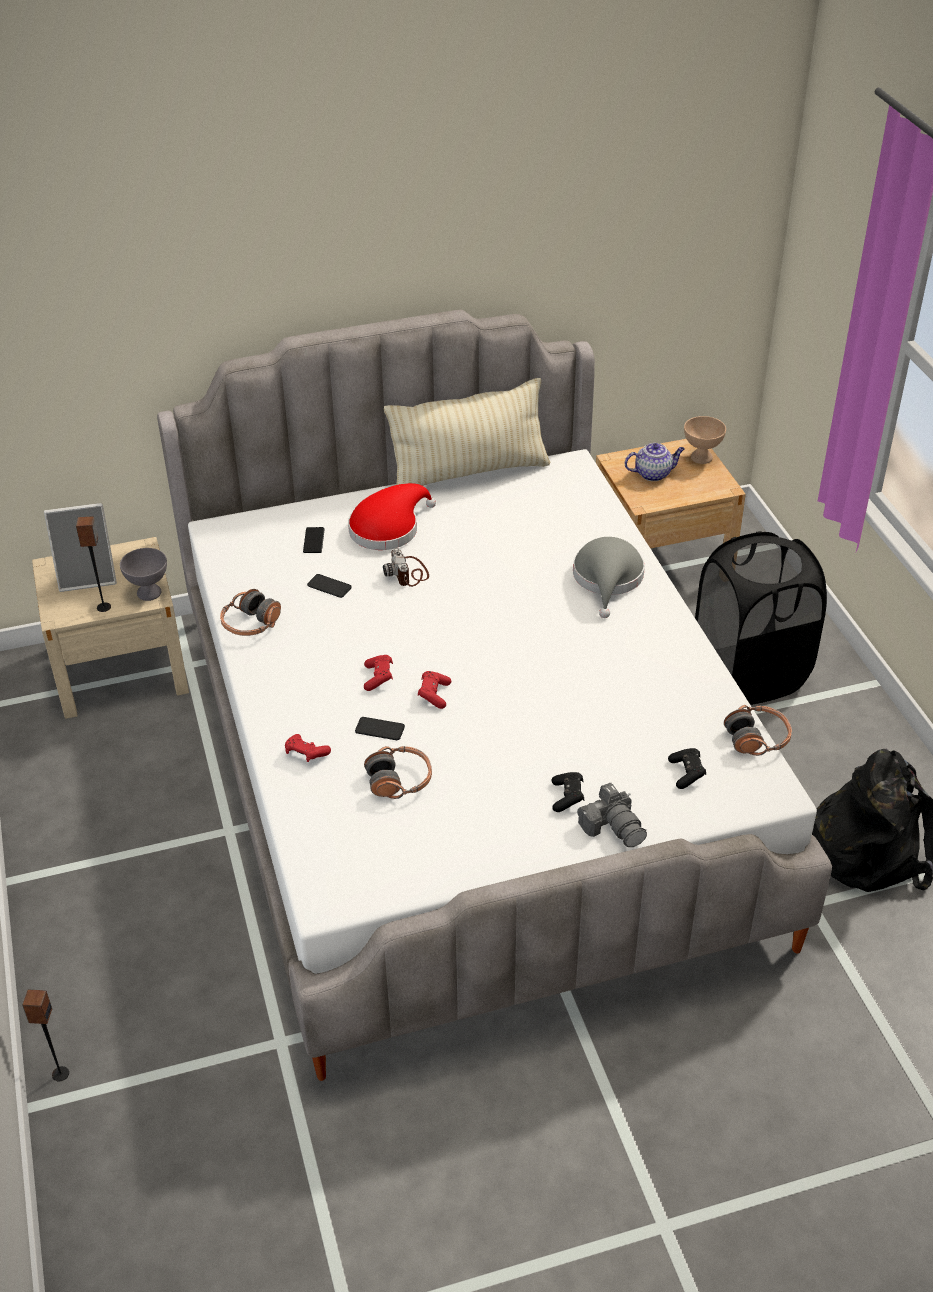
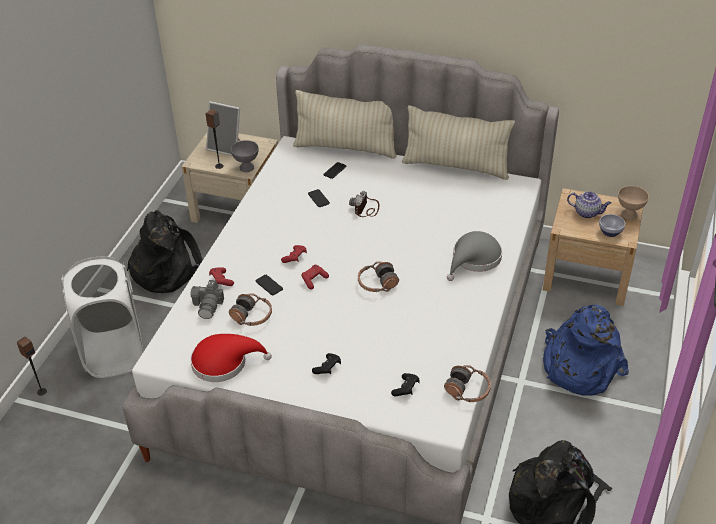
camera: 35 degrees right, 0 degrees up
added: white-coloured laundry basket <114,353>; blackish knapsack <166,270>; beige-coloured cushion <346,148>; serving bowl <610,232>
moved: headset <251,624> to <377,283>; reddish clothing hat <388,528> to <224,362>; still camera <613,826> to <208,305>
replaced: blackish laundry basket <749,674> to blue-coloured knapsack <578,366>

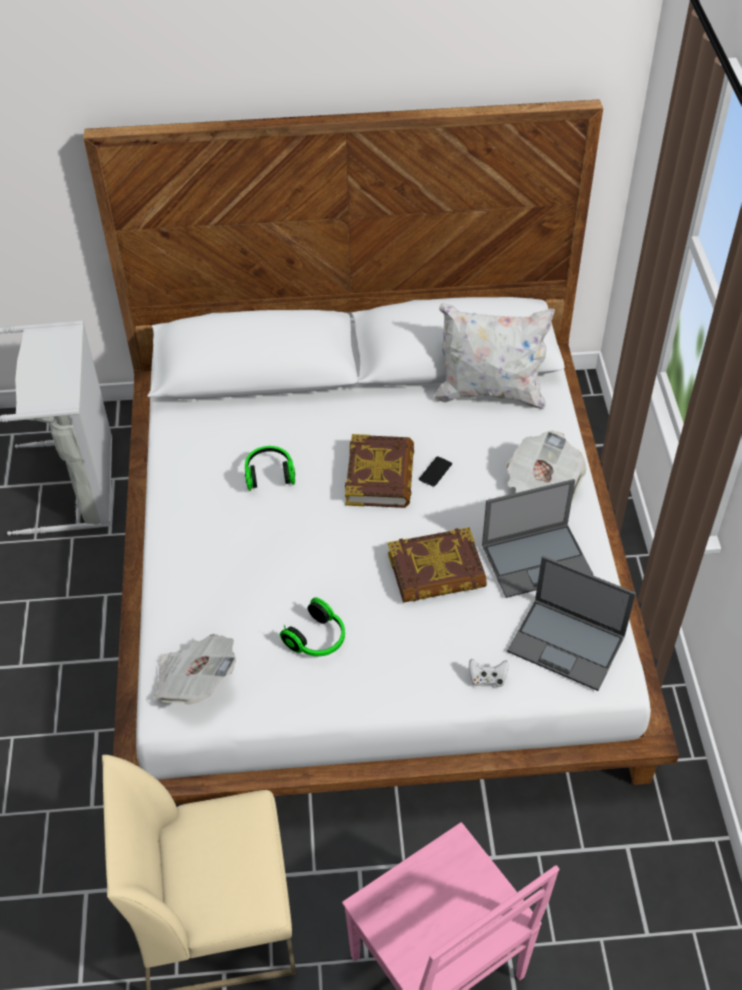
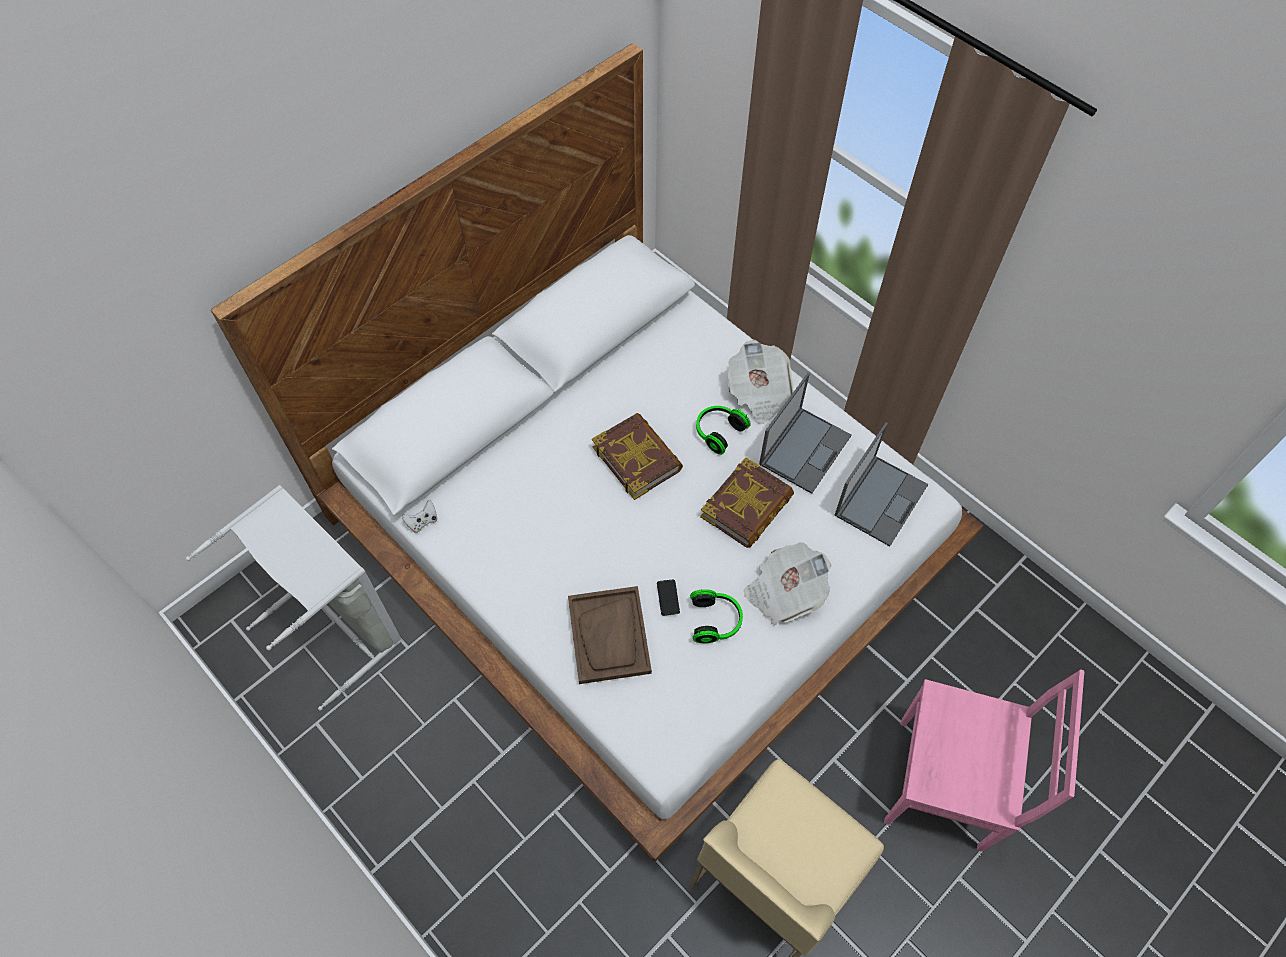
camera: 40 degrees left, 10 degrees up
removed: white-coloured cushion <489,392>
added: brown-coloured carrying tray <609,636>
moved: newspaper <196,681> to <784,592>; headset <269,474> to <718,432>; phone <435,472> to <668,597>; white-coloured joypad <487,679> to <422,521>
turned: notebook computer <567,644> = <881,499> 45 degrees counterclockwise

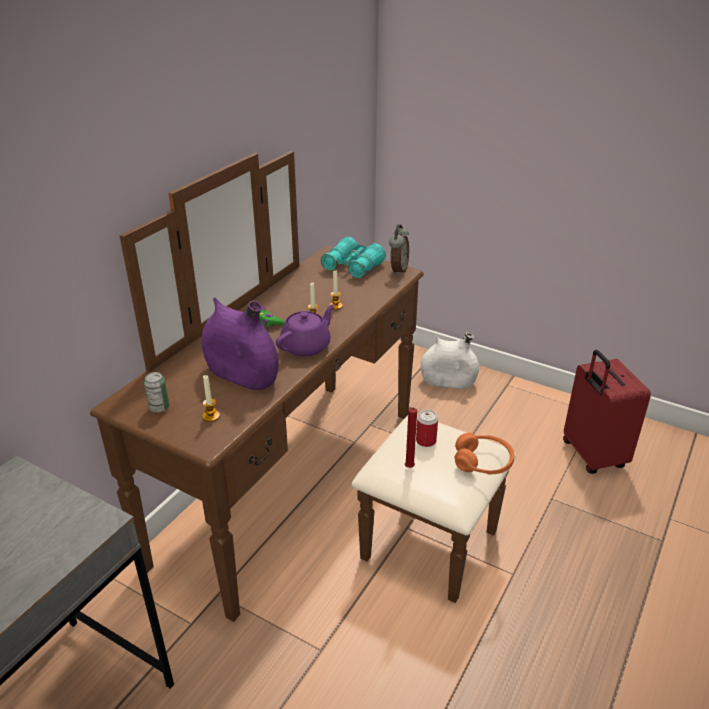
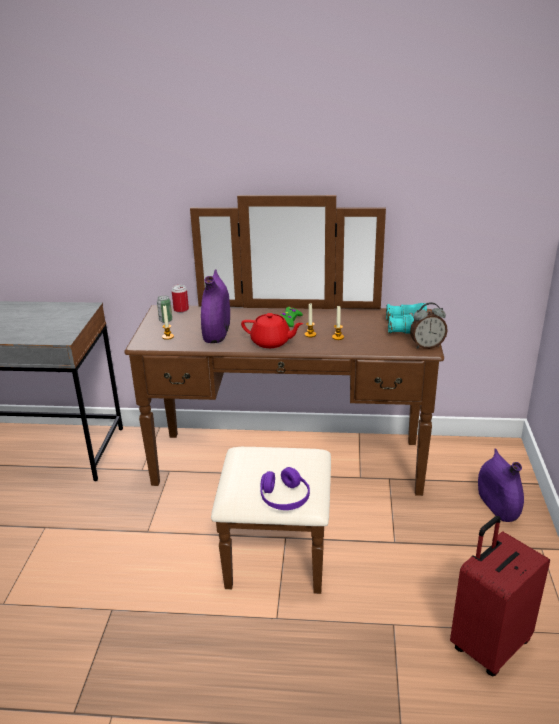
camera: 65 degrees right, 5 degrees down
removed: reddish wax light <408,468>
moved: can <426,441> to <181,310>
recoloured: purplish teapot <306,346> to reddish teapot <271,342>; white-coloured flower vase <448,382> to purplish flower vase <497,506>; orange headset <483,462> to purplish headset <284,498>

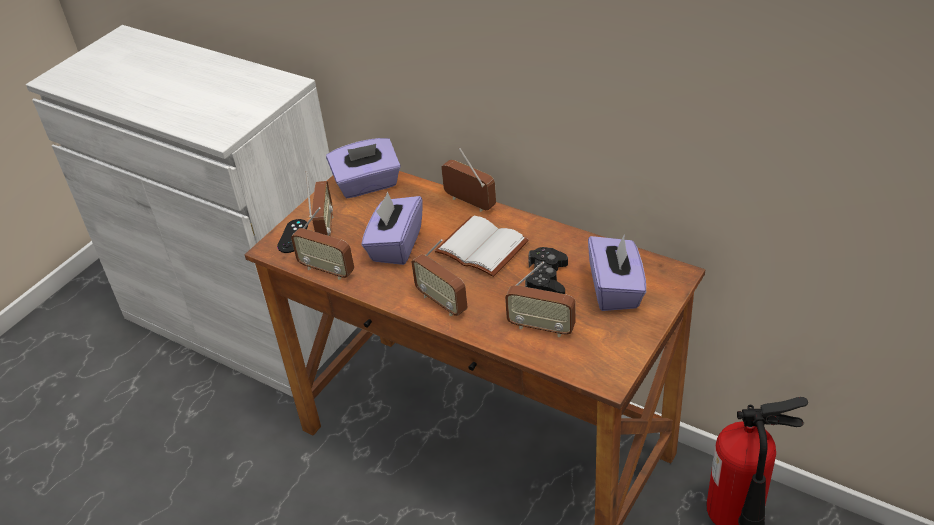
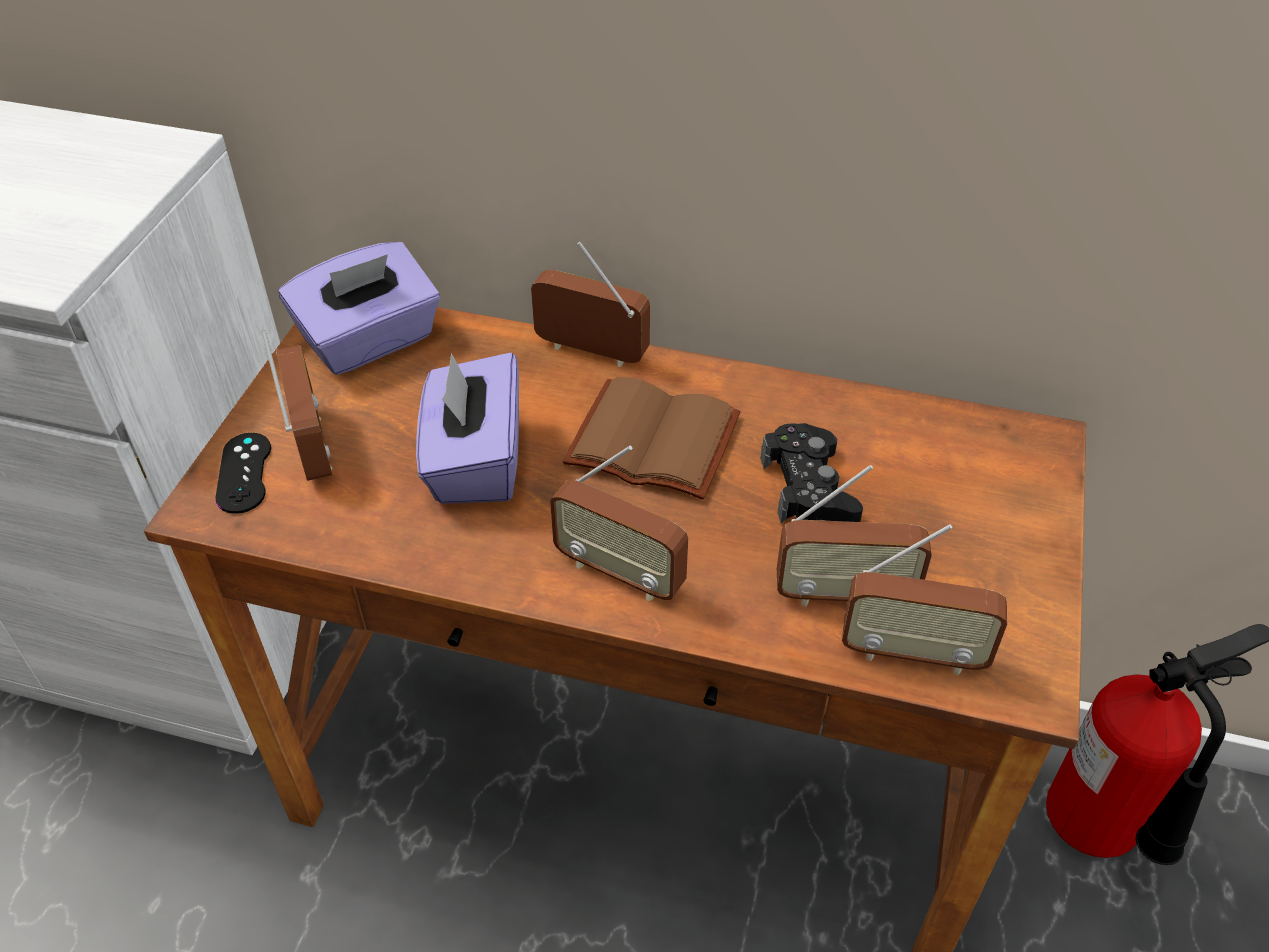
camera: 20 degrees left, 5 degrees up
removed: purplish box of tissues <615,289>
moved: radio receiver <327,270> to <912,653>
recoloured: white-coloured volume <479,249> to brown-coloured volume <649,444>

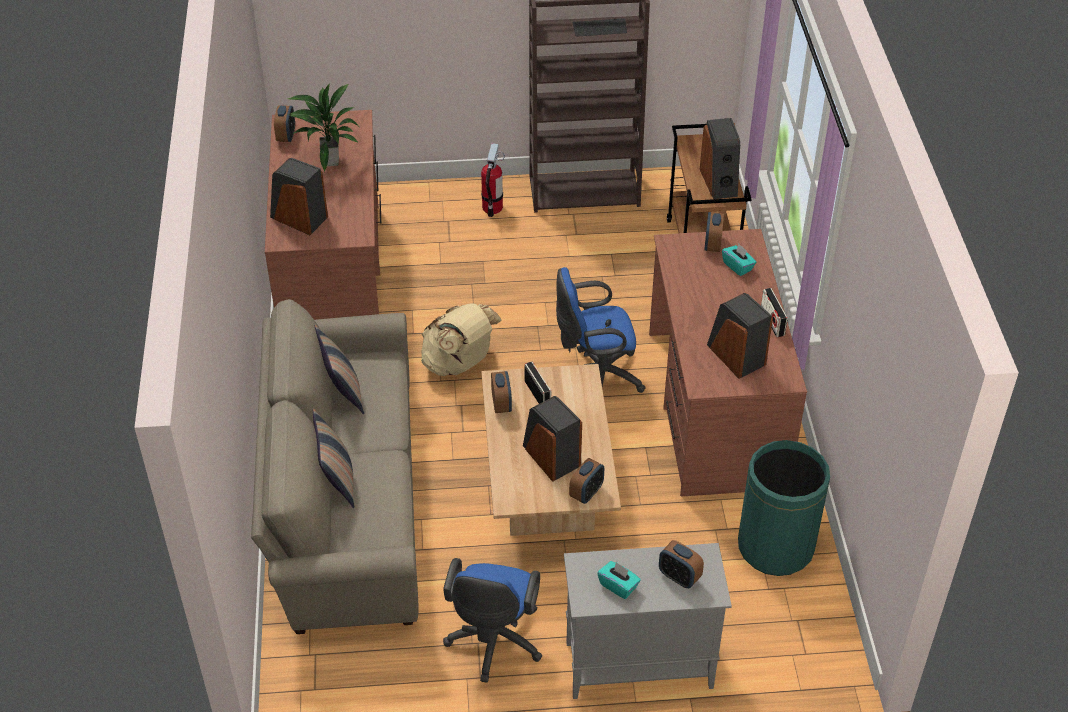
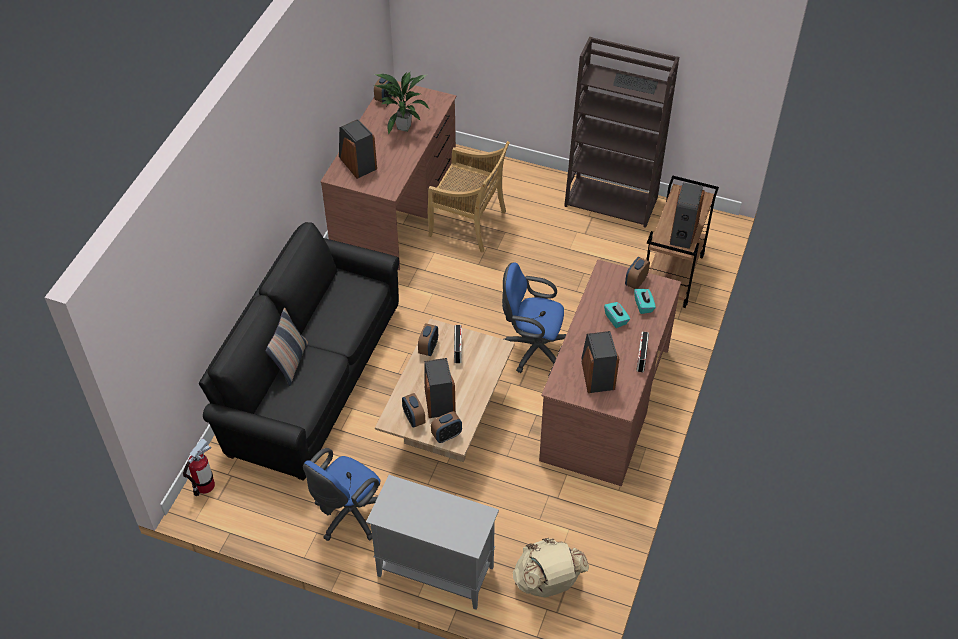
camera: 25 degrees right, 5 degrees up
removed: cushion <343,392>; green-coloured waste bin <775,547>
added: beige-coloured plain chair <469,224>
moved: beige-coloured knapsack <459,363> to <547,582>; extinguisher <492,207> to <205,485>; turquoise-coloured box of tissues <618,586> to <616,319>; bedside clock <679,577> to <414,418>
recoloured: beige-coloured settee <345,503> to blackish settee <309,378>

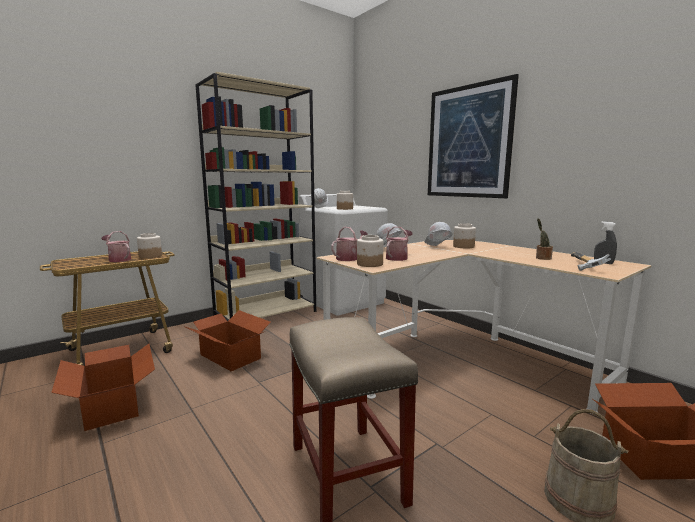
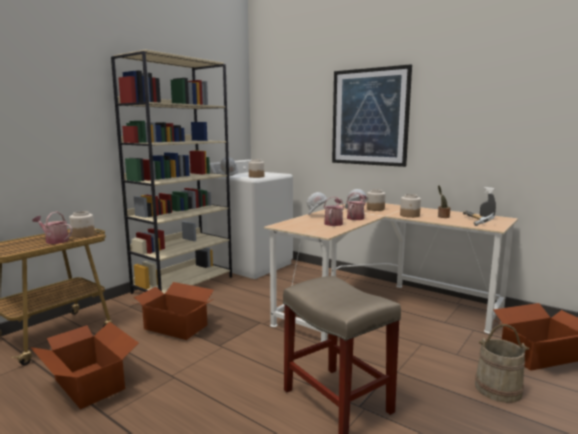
camera: 15 degrees left, 0 degrees up
moved: watering can <349,258> to <356,217>; jar <370,264> to <410,215>

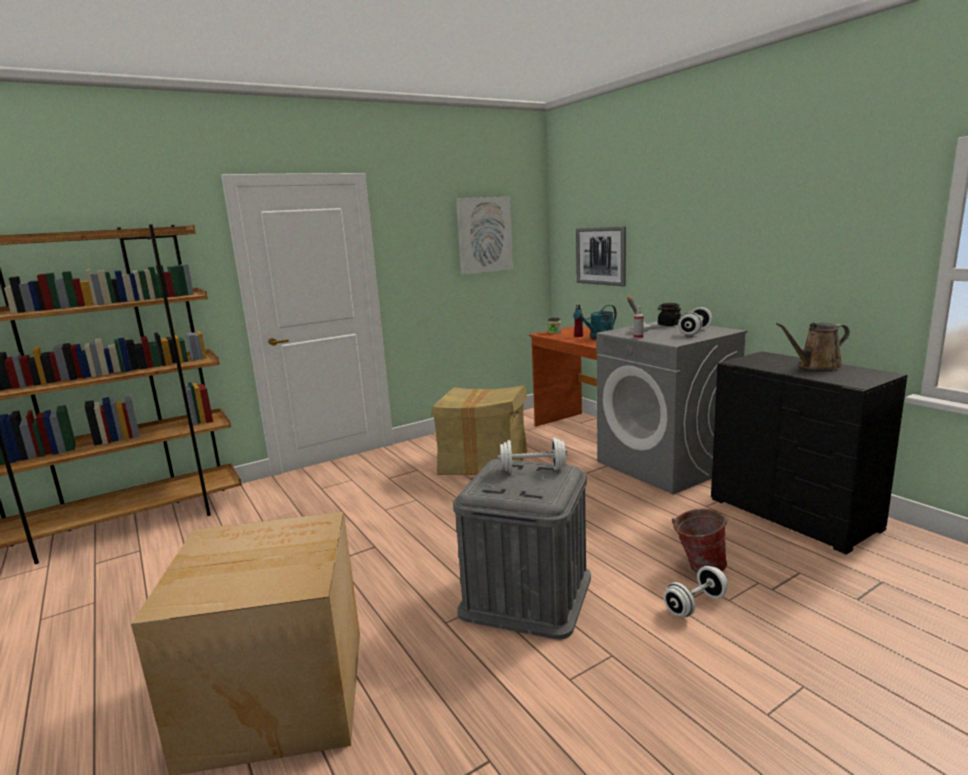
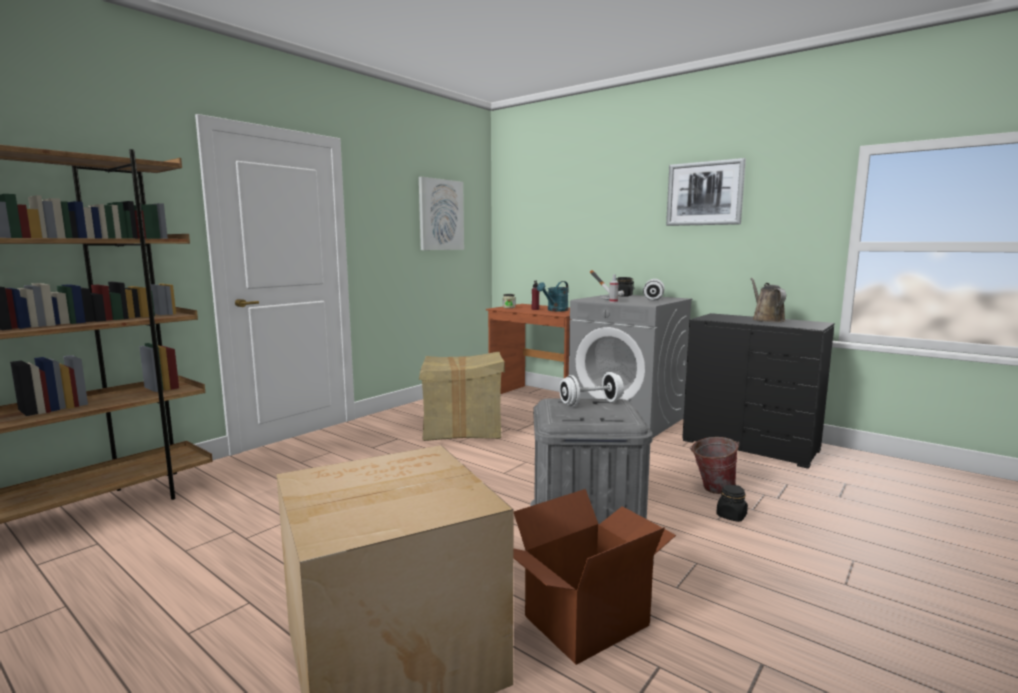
camera: 20 degrees left, 5 degrees down
added: packing box <585,619>
moved: wall art <601,256> to <704,193>
replaced: white-coloured dumbbell <695,605> to blackish jar <731,516>
turned: brown-coloured watering can <816,366> = <766,320> 120 degrees clockwise

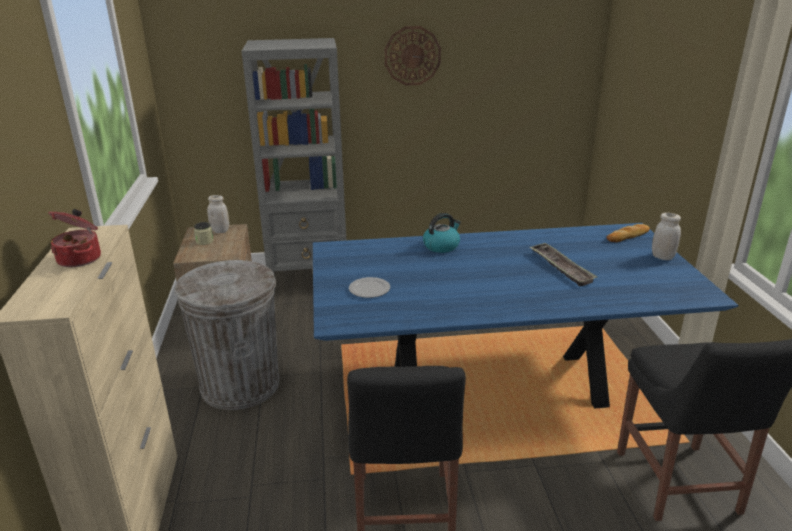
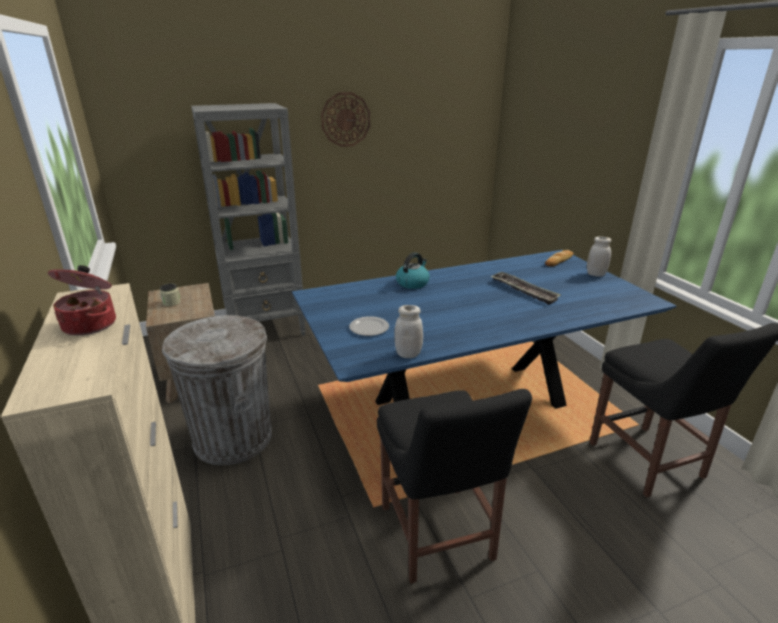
camera: 15 degrees left, 0 degrees up
moved: white-coloured jar <220,231> to <408,354>

